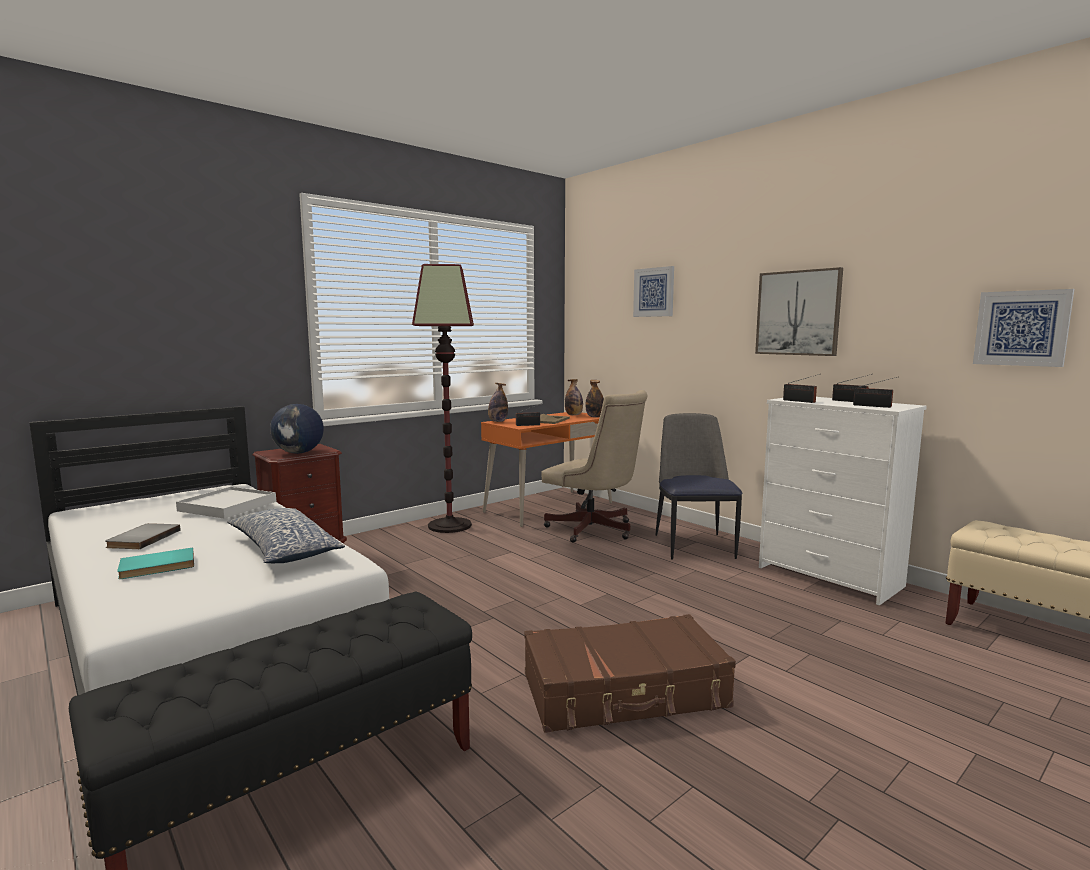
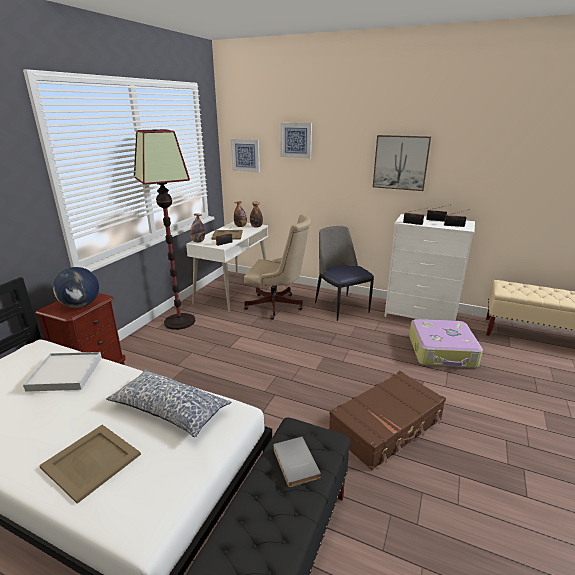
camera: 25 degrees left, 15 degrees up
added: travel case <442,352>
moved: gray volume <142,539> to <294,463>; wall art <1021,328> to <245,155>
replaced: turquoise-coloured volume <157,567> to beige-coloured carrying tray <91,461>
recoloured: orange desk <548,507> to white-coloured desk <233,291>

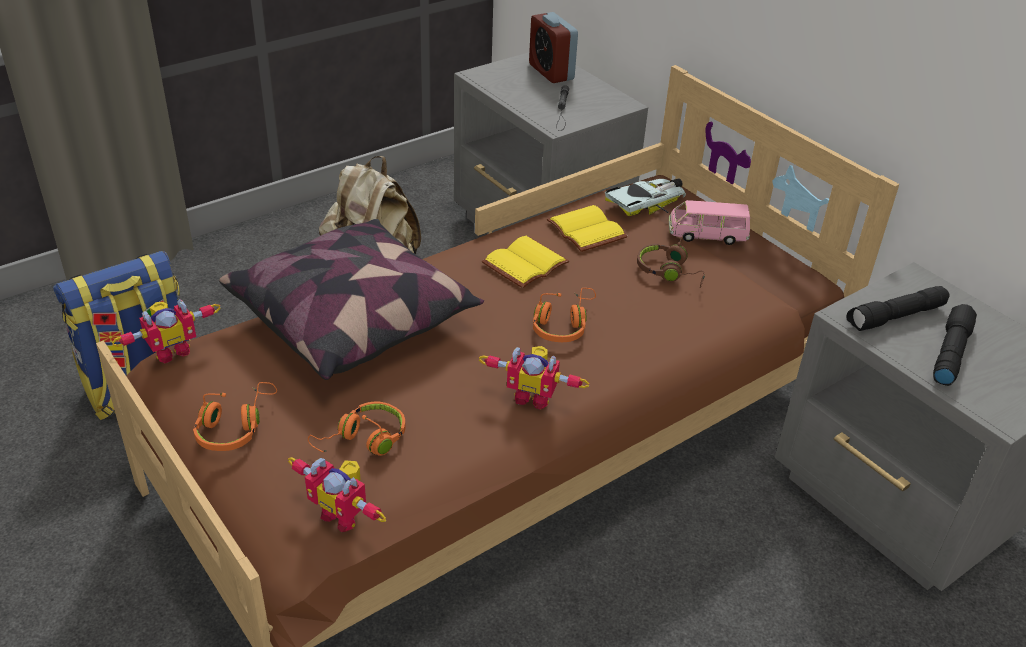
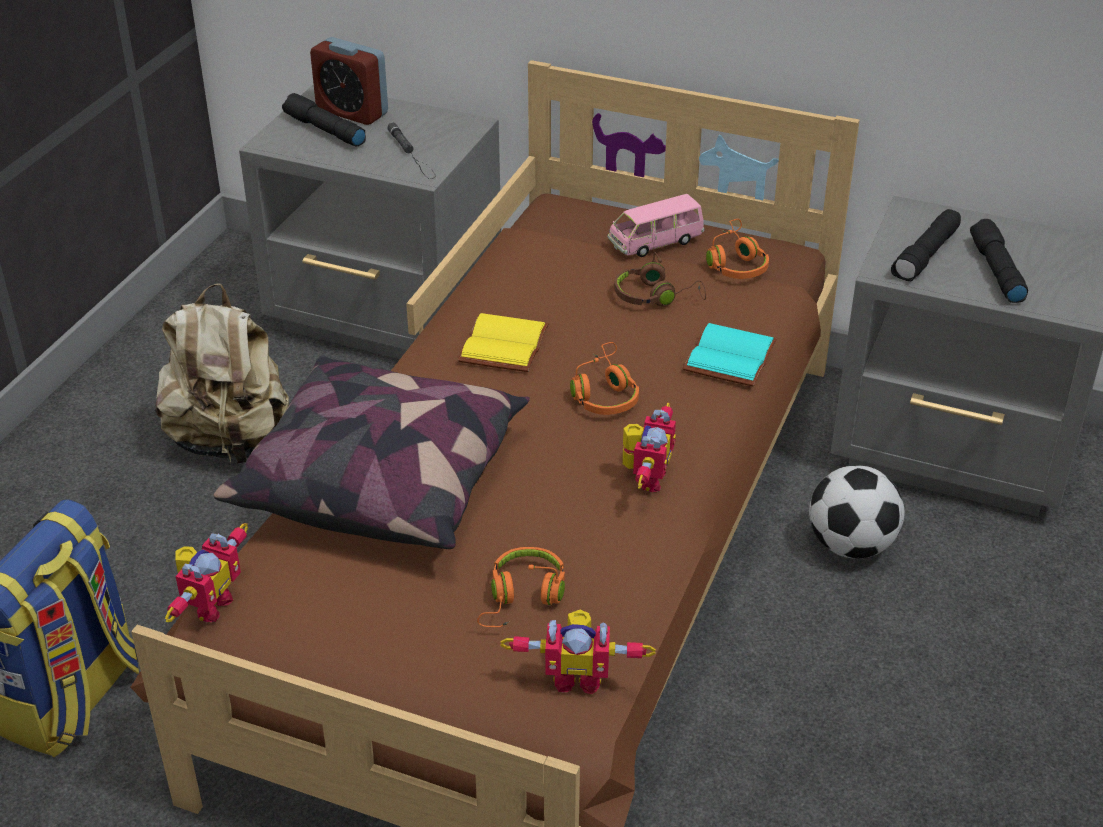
camera: 30 degrees left, 0 degrees up
removed: yellow volume <588,230>; model car <648,202>
added: blackish hand torch <324,130>; turquoise-coloured volume <727,356>; football ball <851,546>
moved: orange headset <235,426> to <735,263>
turned: robot figure <533,396> = <645,478> 60 degrees counterclockwise

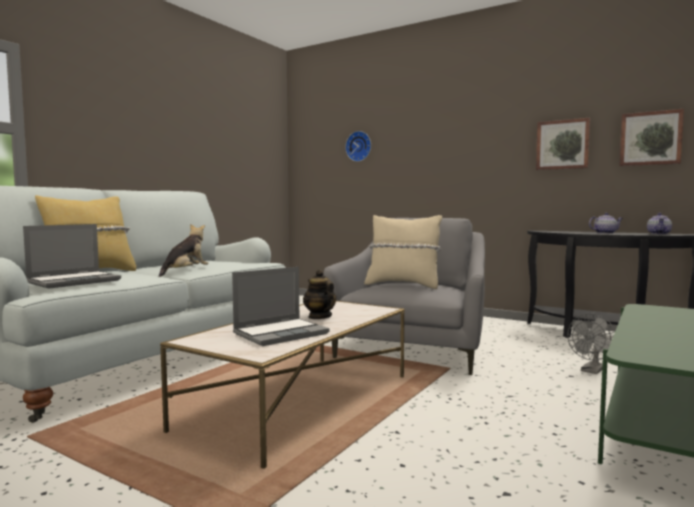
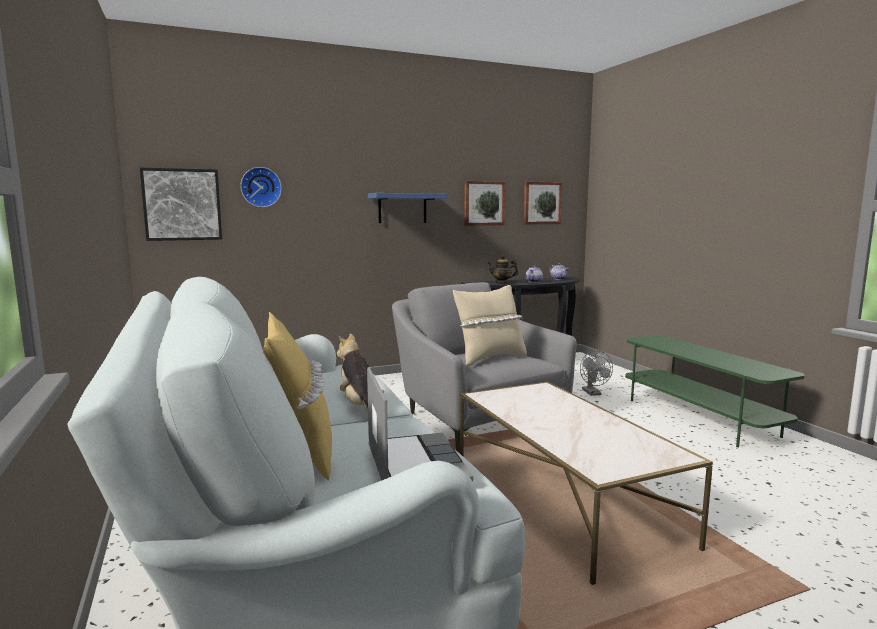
camera: 55 degrees left, 5 degrees up
removed: notebook computer <281,333>
added: wall art <182,204>; blue-coloured bracket shelf <402,208>
moved: teapot <319,317> to <502,283>

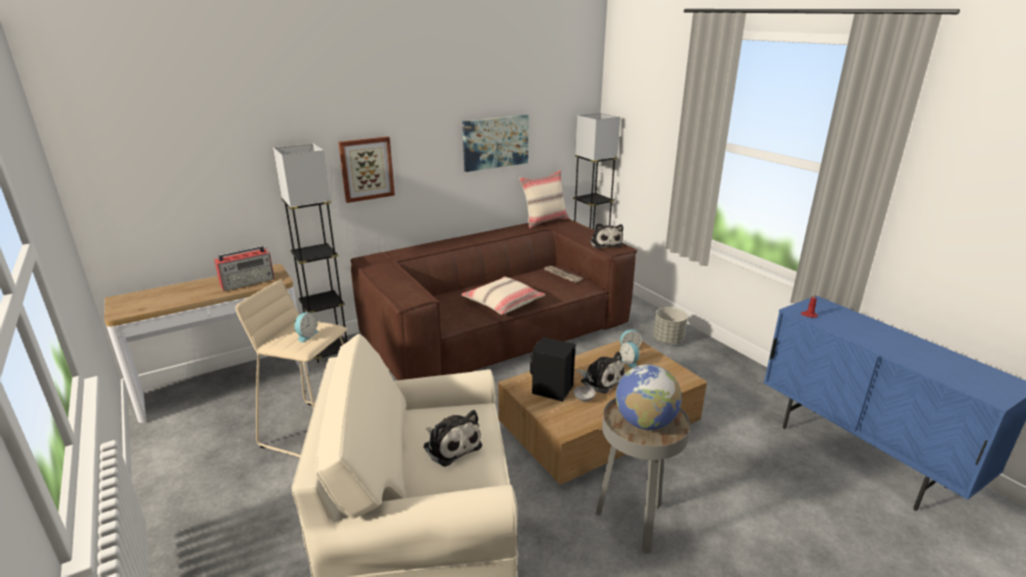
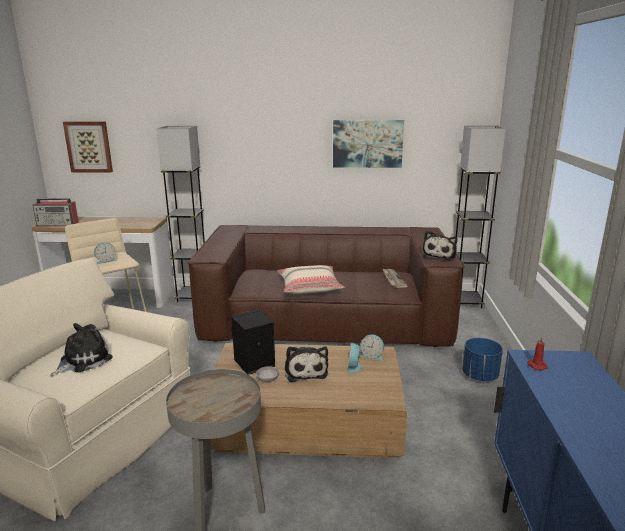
camera: 35 degrees right, 5 degrees down
removed: beige-coloured cushion <544,221>; globe <645,423>
moved: radio receiver <248,282> to <58,224>; wall art <366,169> to <89,147>
recoloured: gray planter <668,340> to blue-coloured planter <479,376>
turned: plush toy <451,445> = <83,360> 135 degrees counterclockwise

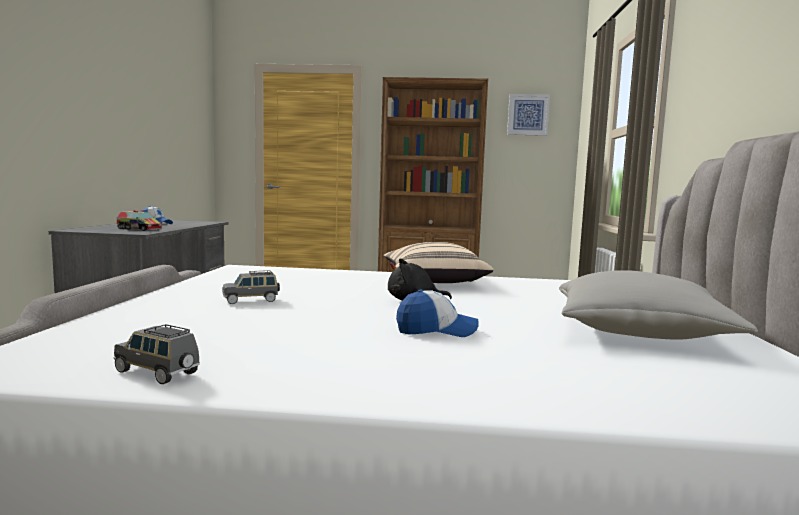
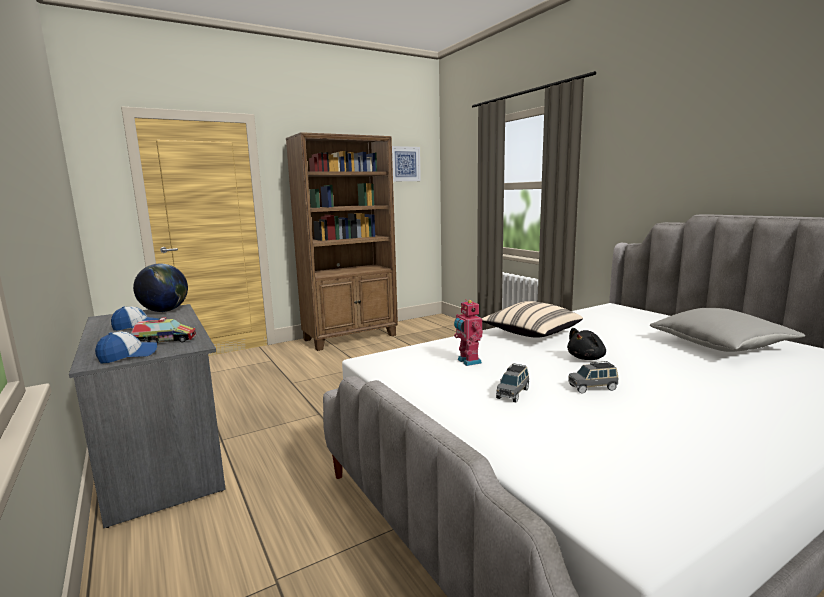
camera: 35 degrees left, 5 degrees up
added: globe <165,311>; robot figure <468,361>
moved: gray model car <157,372> to <593,388>; baseball cap <436,330> to <128,356>

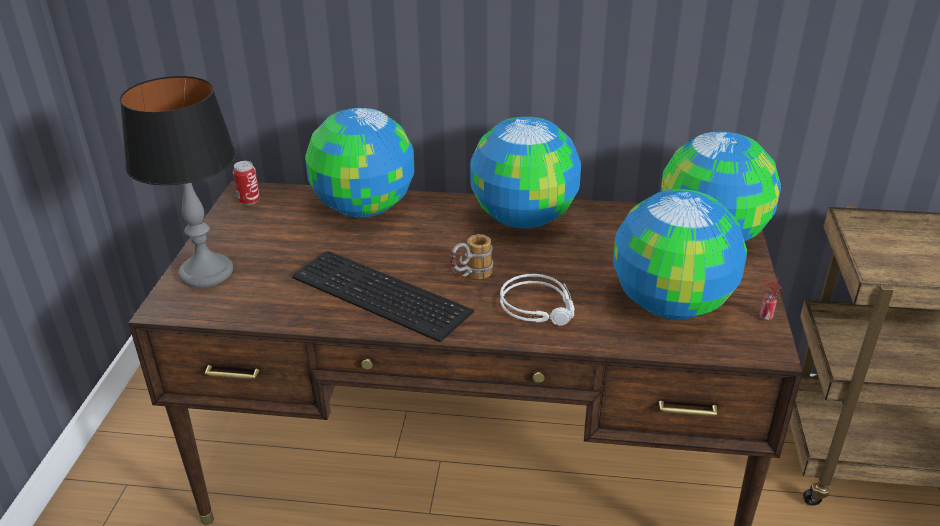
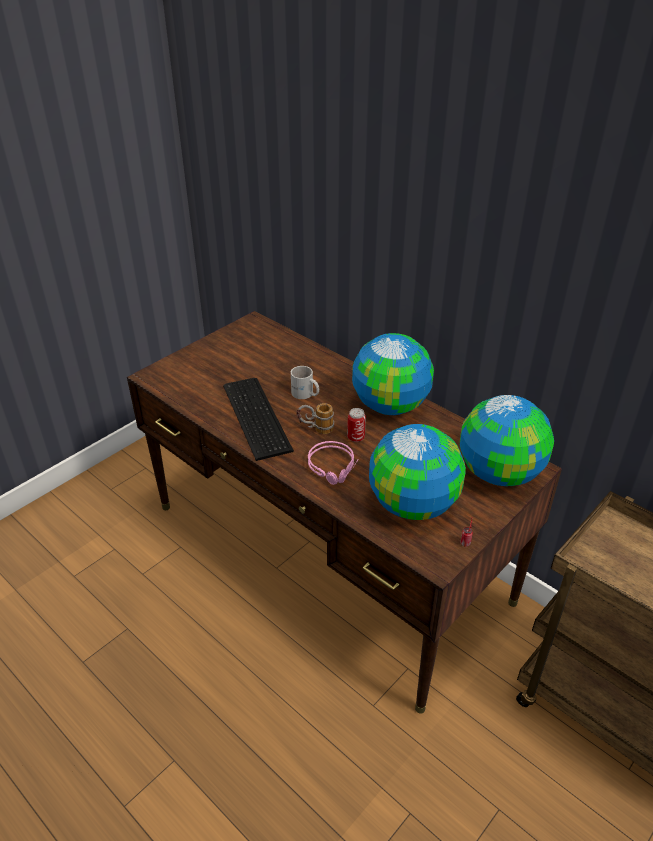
camera: 35 degrees right, 5 degrees up
removed: lamp for a table <206,272>; globe <364,209>
added: white-coloured coffee mug <305,394>
moved: can <249,201> to <356,437>
recoloured: gray headset <540,306> to pinkish headset <333,467>

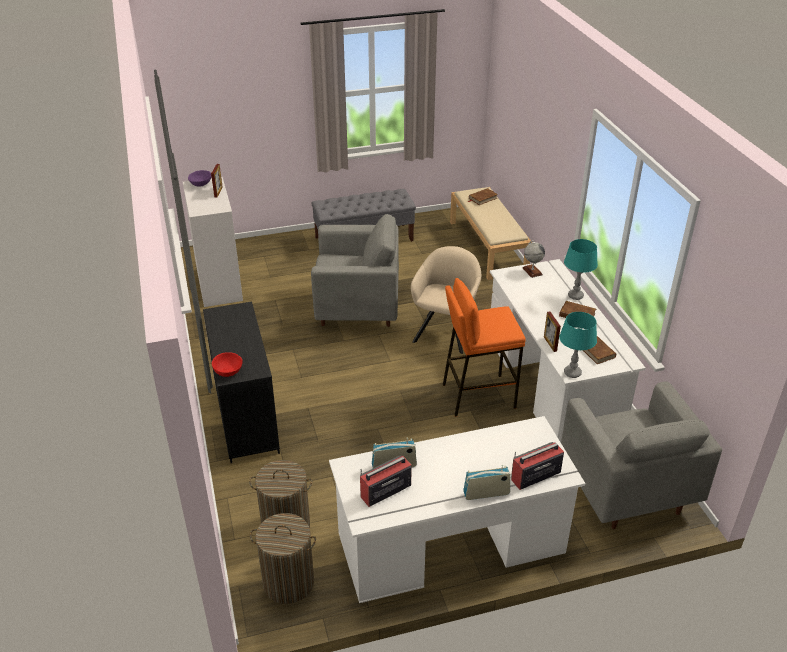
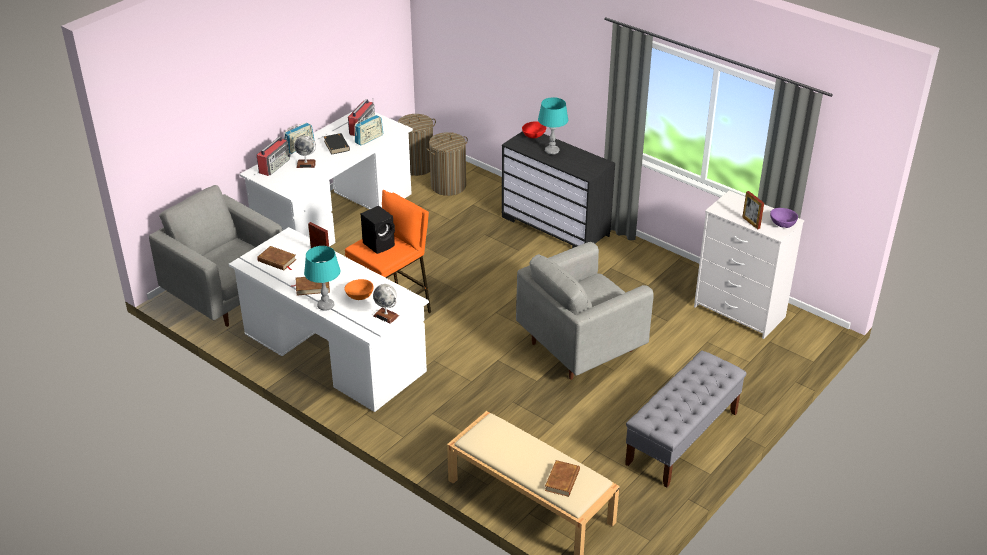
camera: 145 degrees right, 0 degrees up
removed: beige-coloured lounge chair <446,331>
added: globe <306,164>; blackish volume <336,145>; orange serving bowl <360,296>; blackish loudspeaker <380,244>
moved: turquoise-coloured lamp for a table <572,373> to <551,151>

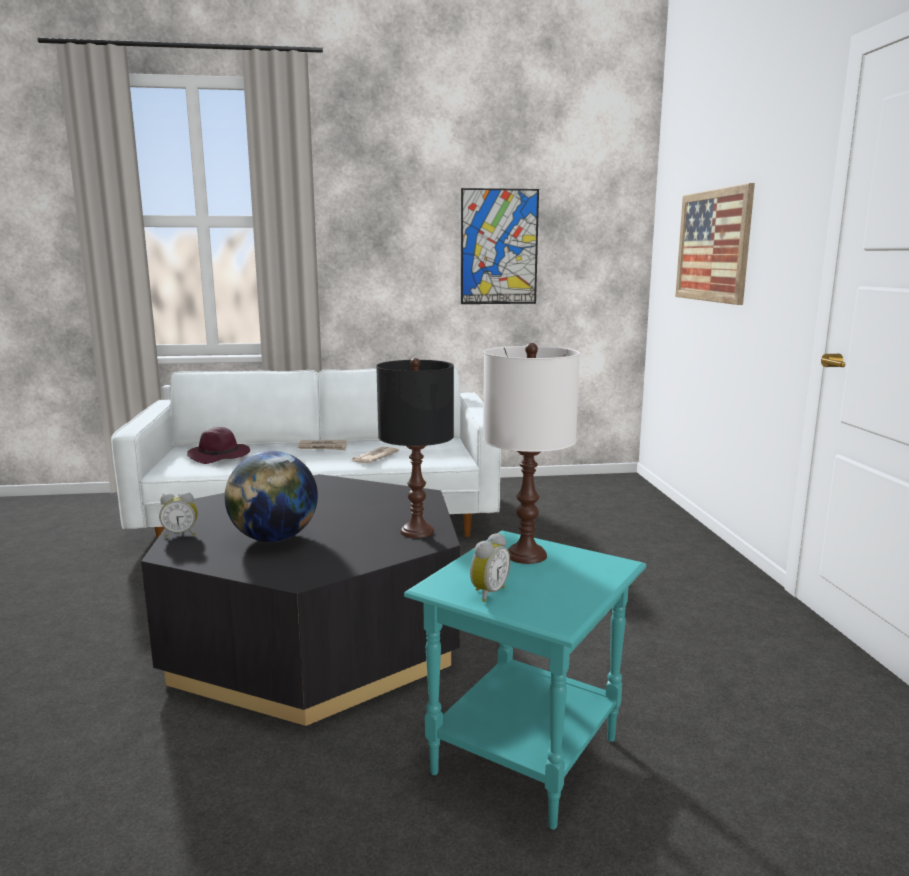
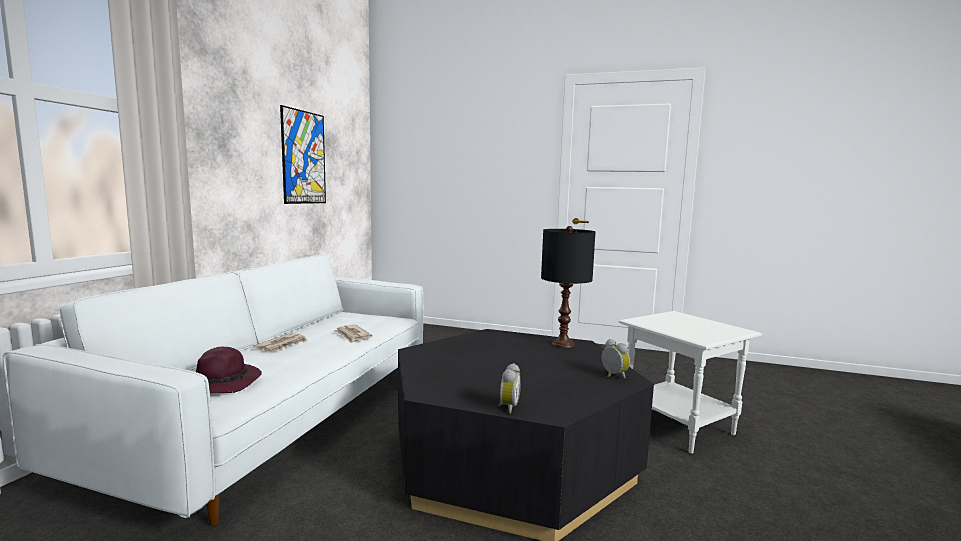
camera: 65 degrees left, 5 degrees down
removed: globe <274,539>; white-coloured lamp for a table <525,555>; wall art <713,246>
moved: bedside clock <487,593> to <613,376>
recoloured: turquoise-coloured accent table <524,757> to white-coloured accent table <679,427>

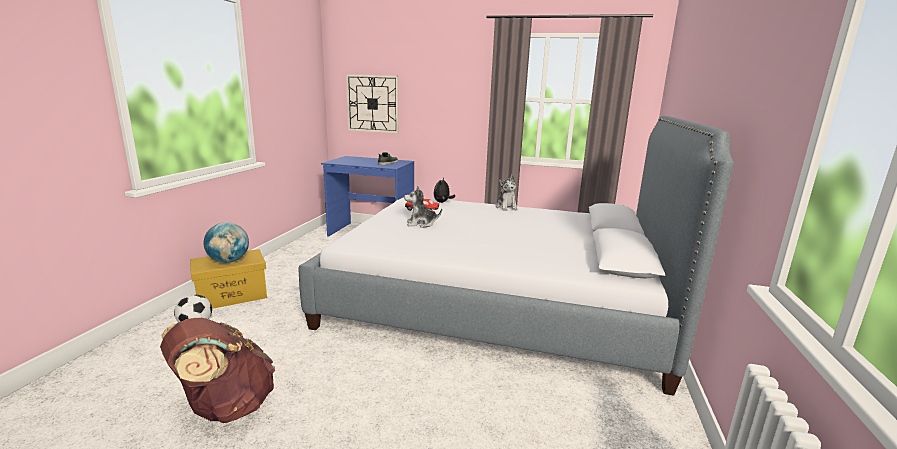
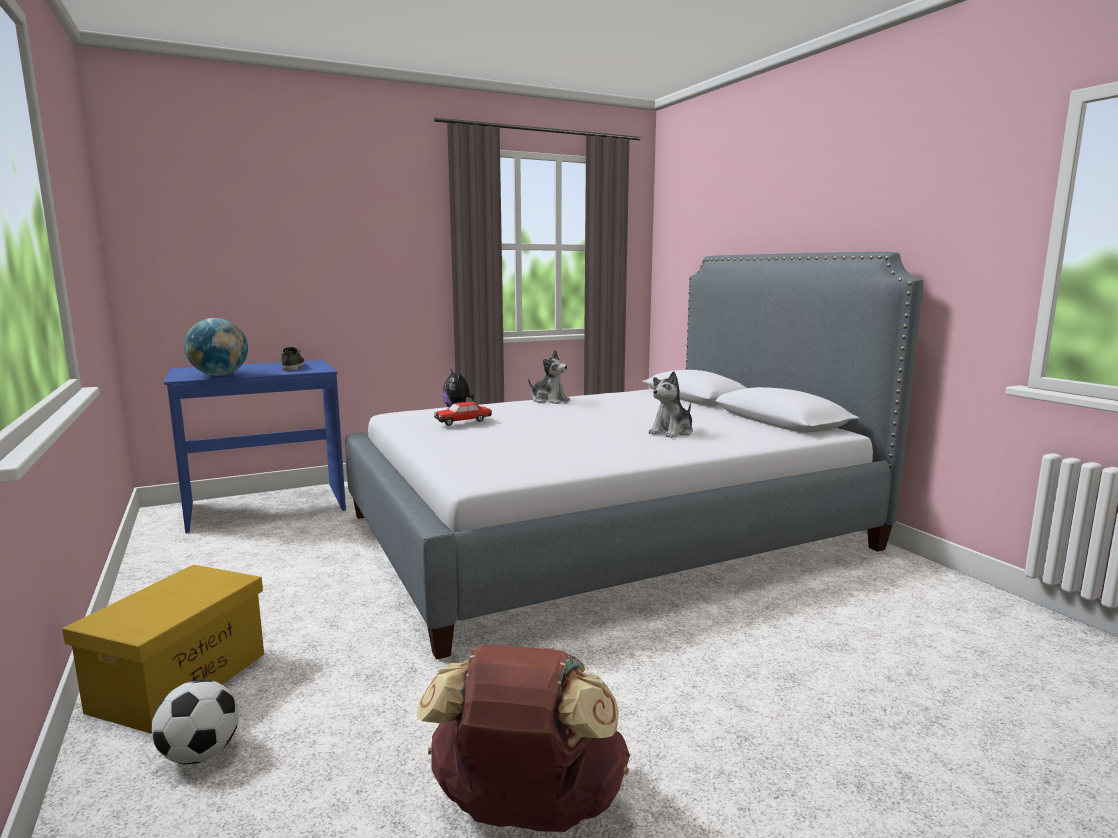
camera: 40 degrees left, 5 degrees down
removed: wall clock <373,103>
moved: globe <229,261> to <219,375>; plush toy <421,224> to <672,432>

